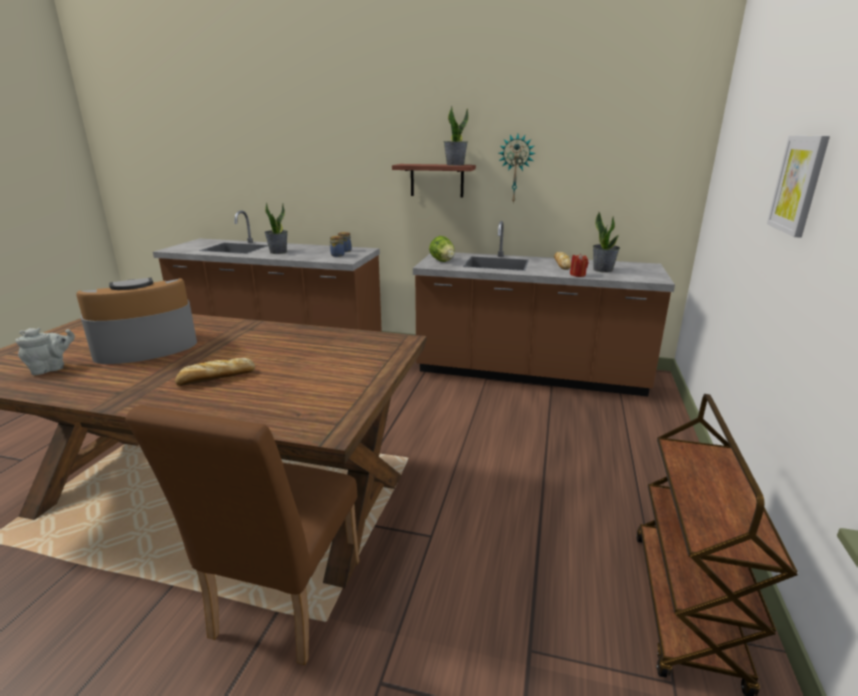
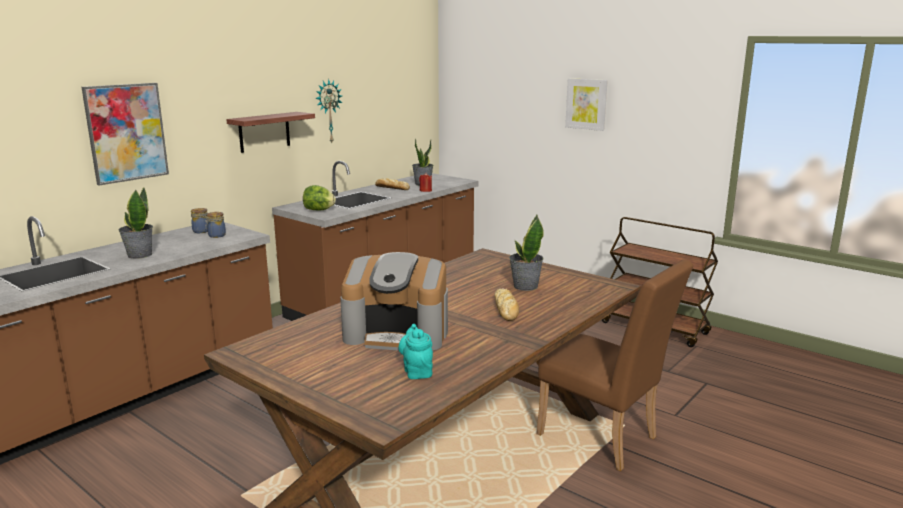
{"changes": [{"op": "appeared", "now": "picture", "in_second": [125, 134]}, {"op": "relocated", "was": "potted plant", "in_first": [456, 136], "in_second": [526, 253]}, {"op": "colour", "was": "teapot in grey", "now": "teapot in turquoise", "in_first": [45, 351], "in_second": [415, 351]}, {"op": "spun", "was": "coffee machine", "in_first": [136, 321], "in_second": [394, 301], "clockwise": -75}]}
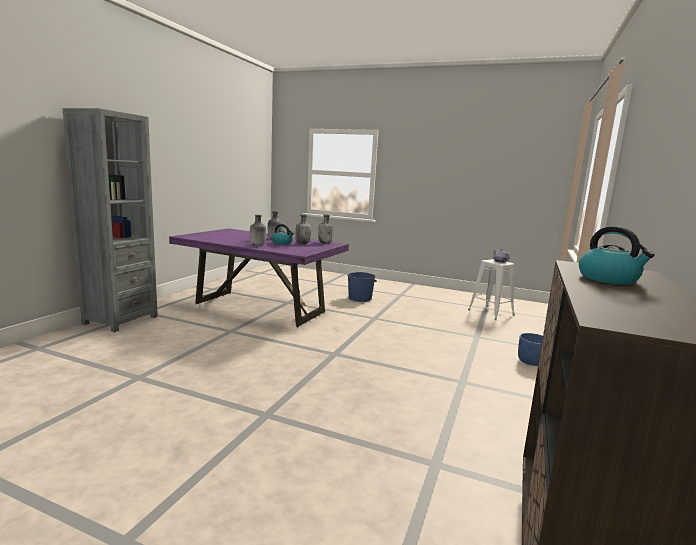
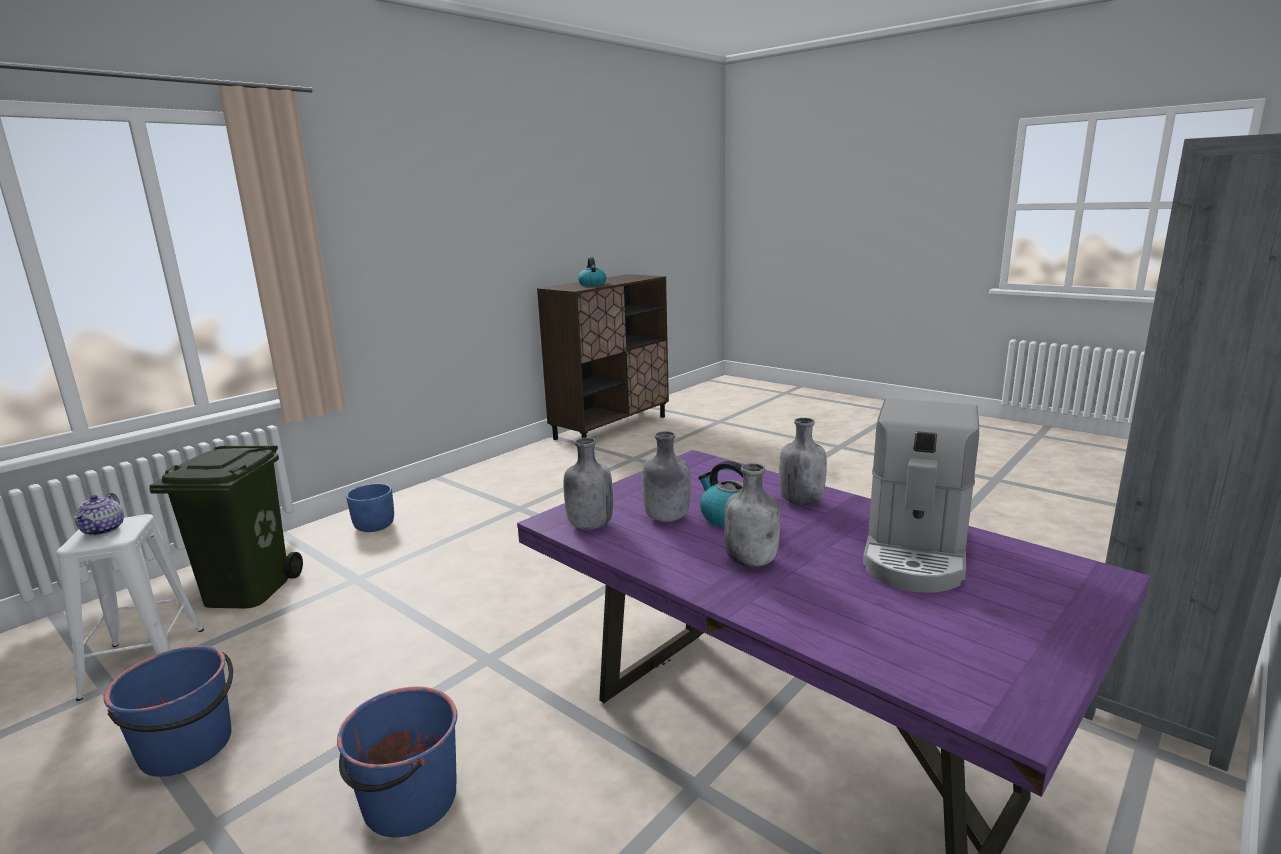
{"changes": [{"op": "appeared", "now": "bucket in blue", "in_second": [168, 711]}, {"op": "appeared", "now": "trash can in green", "in_second": [226, 526]}, {"op": "appeared", "now": "coffee machine", "in_second": [921, 495]}]}
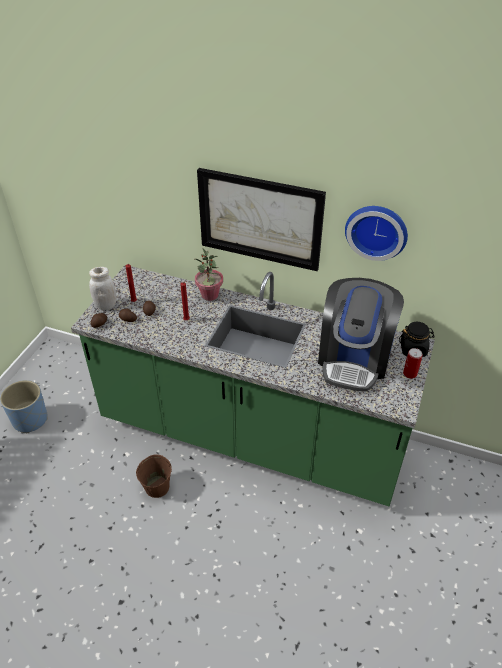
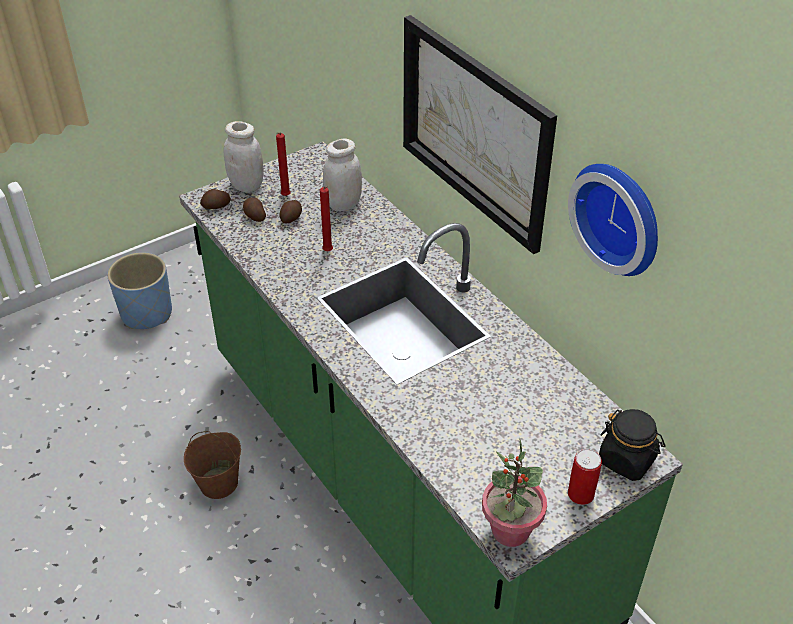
{"changes": [{"op": "missing", "was": "coffee machine", "in_first": [361, 334]}, {"op": "appeared", "now": "jar in white", "in_second": [342, 174]}, {"op": "relocated", "was": "potted plant", "in_first": [209, 274], "in_second": [514, 493]}]}
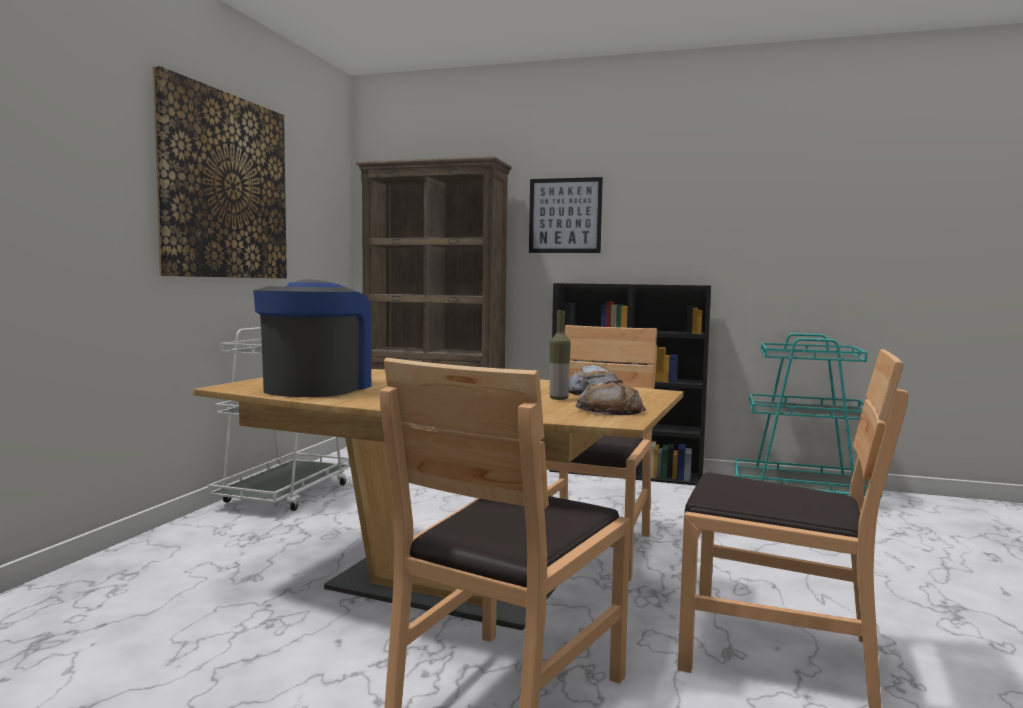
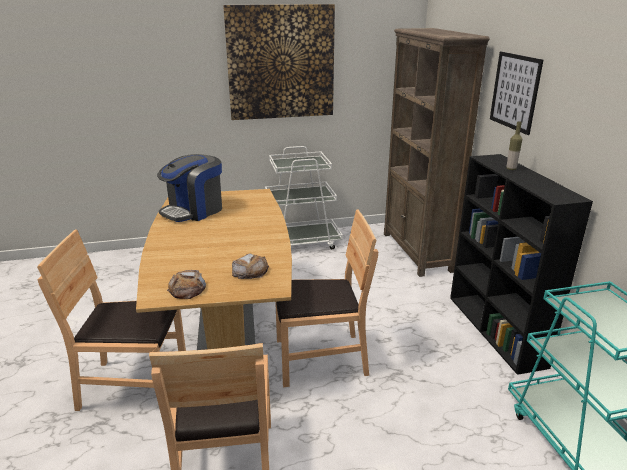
{"changes": [{"op": "relocated", "was": "bottle", "in_first": [560, 355], "in_second": [514, 145]}, {"op": "spun", "was": "coffee machine", "in_first": [312, 338], "in_second": [189, 188], "clockwise": 150}]}
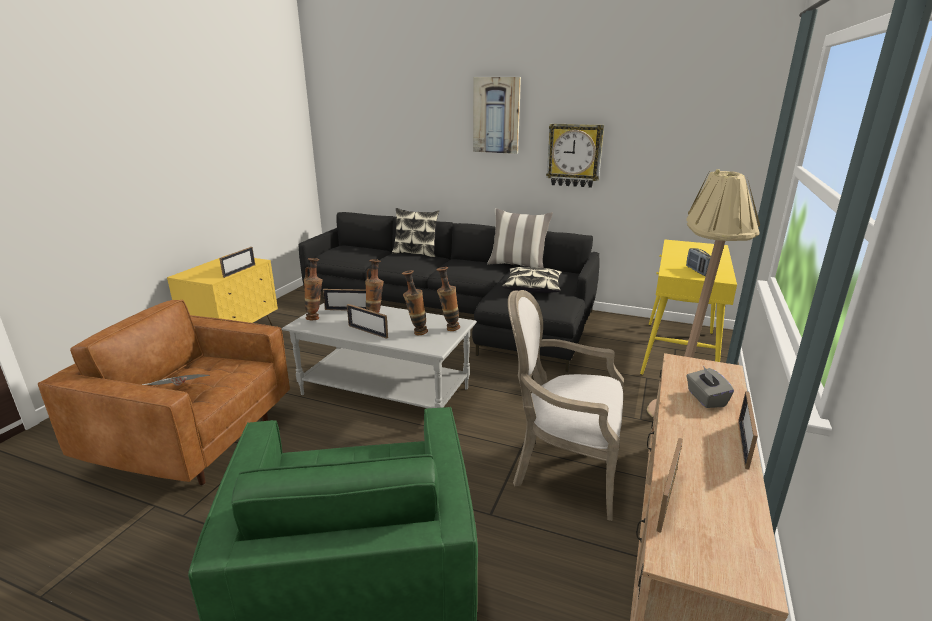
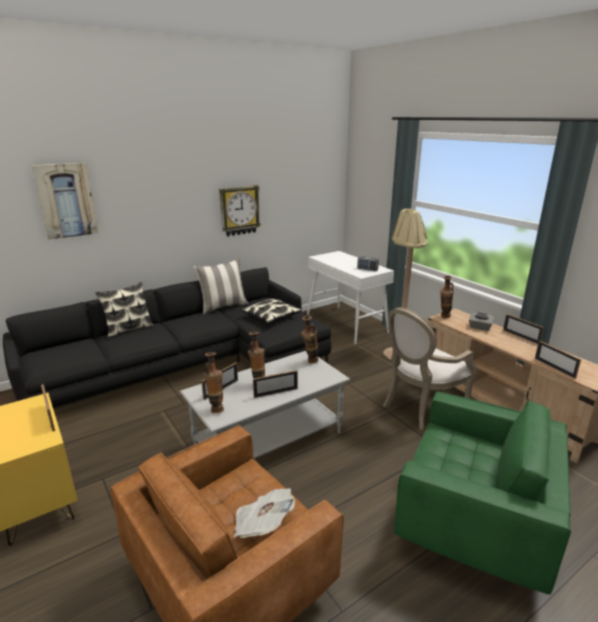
{"changes": [{"op": "relocated", "was": "vase", "in_first": [415, 302], "in_second": [447, 296]}, {"op": "relocated", "was": "picture", "in_first": [497, 115], "in_second": [65, 201]}, {"op": "colour", "was": "console table in yellow", "now": "console table in white", "in_first": [688, 307], "in_second": [350, 297]}]}
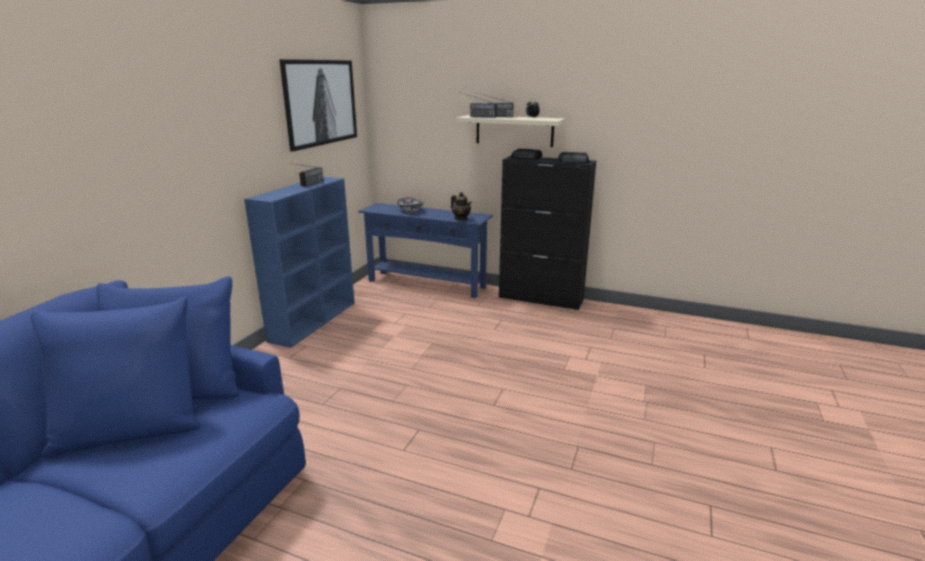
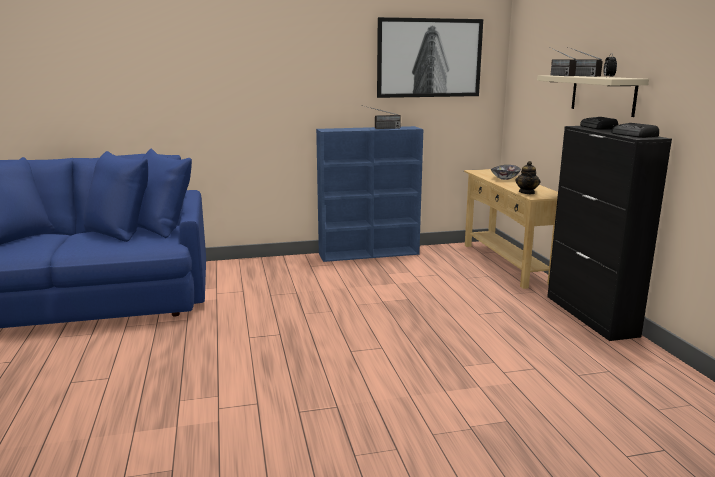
{"changes": [{"op": "colour", "was": "console table in blue", "now": "console table in beige", "in_first": [425, 250], "in_second": [511, 229]}]}
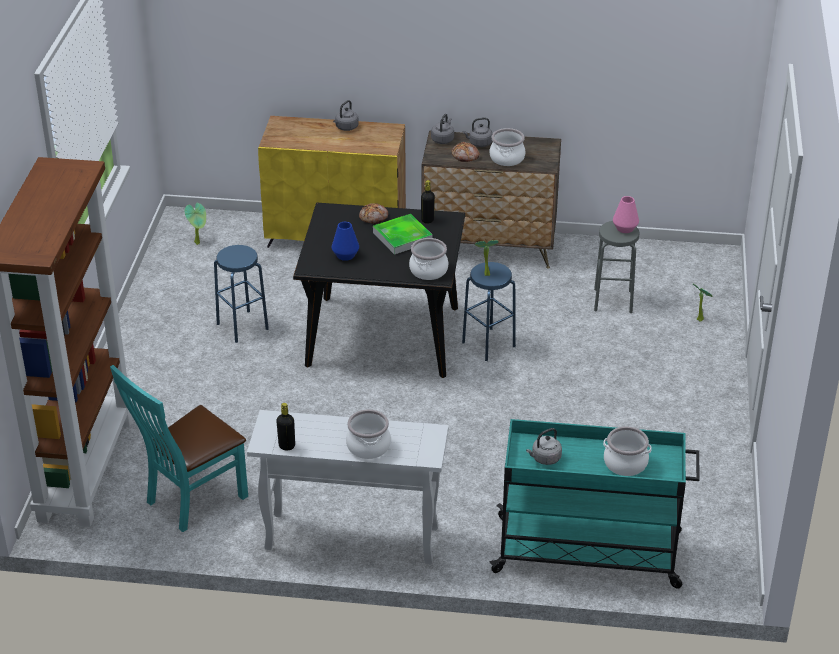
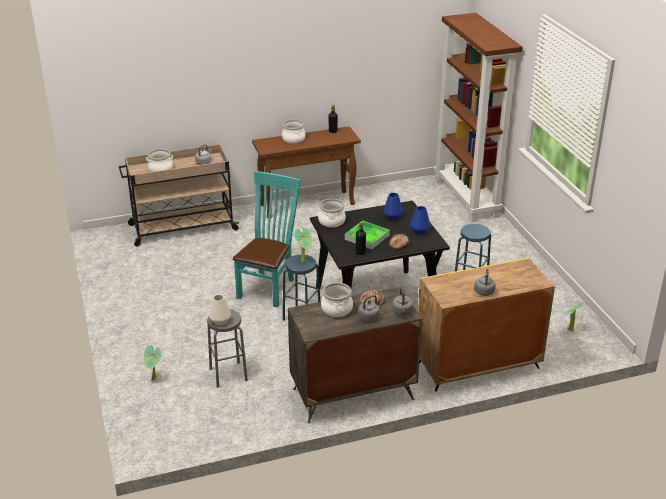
{"changes": [{"op": "appeared", "now": "vase in blue", "in_second": [420, 220]}, {"op": "relocated", "was": "chair in turquoise", "in_first": [179, 448], "in_second": [266, 239]}, {"op": "colour", "was": "console table in white", "now": "console table in brown", "in_first": [348, 487], "in_second": [306, 172]}, {"op": "colour", "was": "cart in turquoise", "now": "cart in beige", "in_first": [594, 504], "in_second": [179, 195]}, {"op": "colour", "was": "vase in pink", "now": "vase in white", "in_first": [626, 214], "in_second": [220, 310]}]}
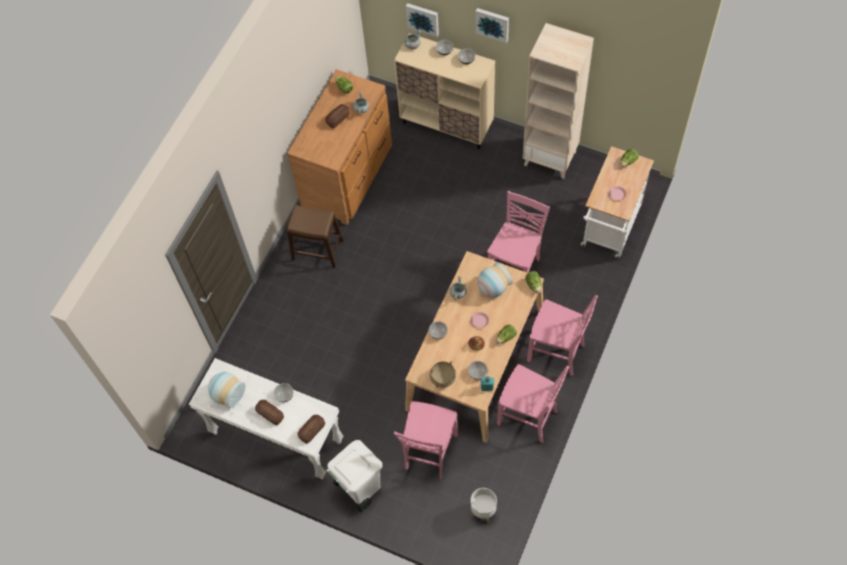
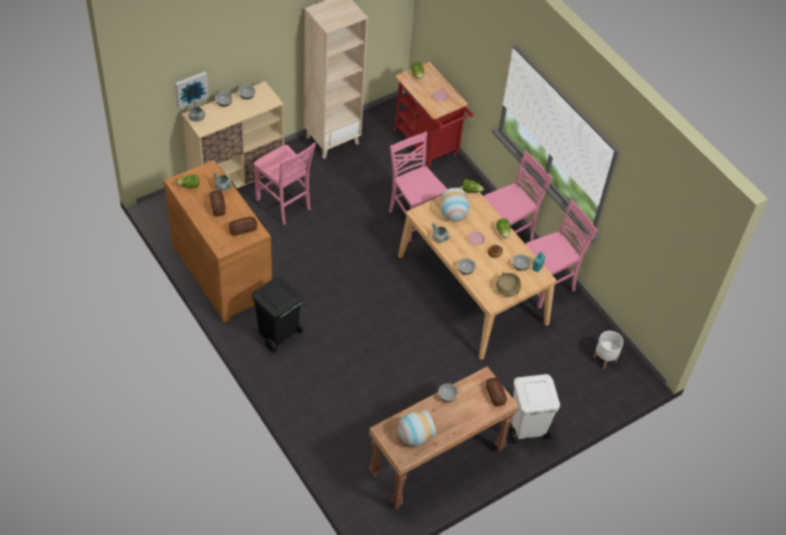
{"changes": [{"op": "missing", "was": "picture", "in_first": [492, 25]}, {"op": "relocated", "was": "bread", "in_first": [269, 412], "in_second": [243, 226]}, {"op": "relocated", "was": "chair in pink", "in_first": [426, 440], "in_second": [285, 183]}, {"op": "exchanged", "was": "stool in brown", "now": "trash can in black", "in_first": [315, 236], "in_second": [278, 315]}, {"op": "colour", "was": "console table in white", "now": "console table in brown", "in_first": [266, 419], "in_second": [444, 438]}, {"op": "colour", "was": "cart in white", "now": "cart in red", "in_first": [617, 202], "in_second": [434, 115]}]}
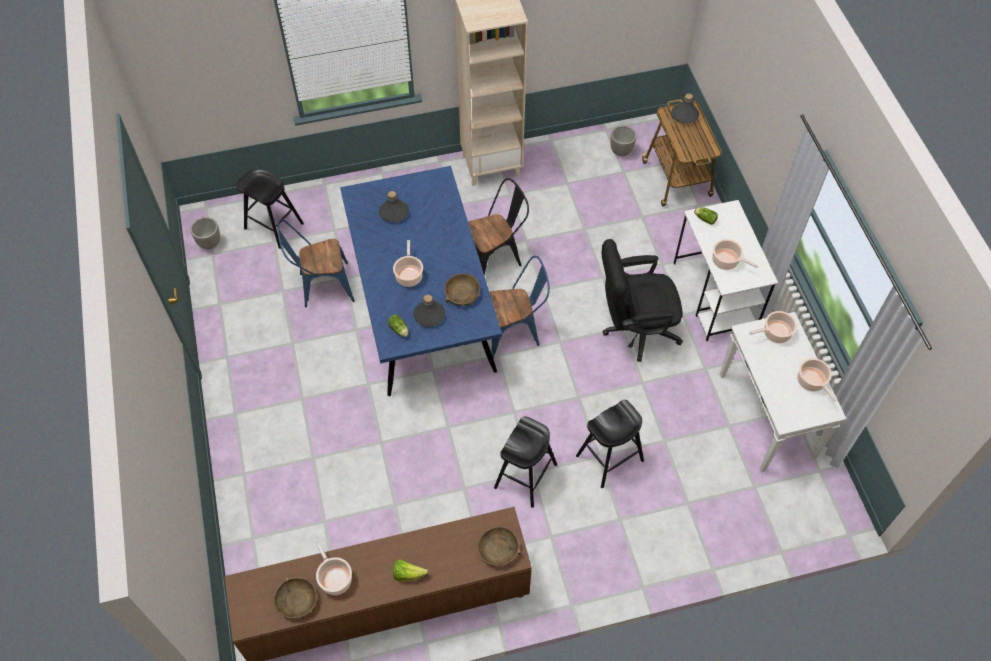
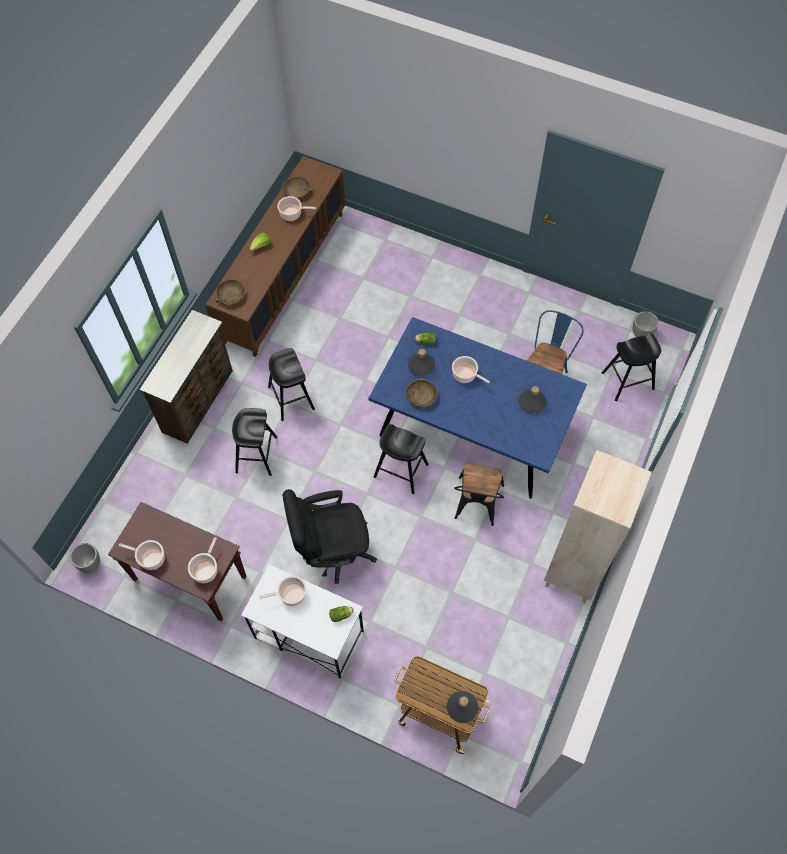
{"changes": [{"op": "appeared", "now": "dresser in brown", "in_second": [186, 377]}, {"op": "relocated", "was": "planter", "in_first": [623, 140], "in_second": [85, 558]}, {"op": "exchanged", "was": "chair in blue", "now": "stool in black", "in_first": [520, 307], "in_second": [401, 459]}, {"op": "colour", "was": "console table in white", "now": "console table in brown", "in_first": [783, 392], "in_second": [177, 562]}, {"op": "spun", "was": "office chair in black", "in_first": [642, 300], "in_second": [329, 536], "clockwise": -135}]}
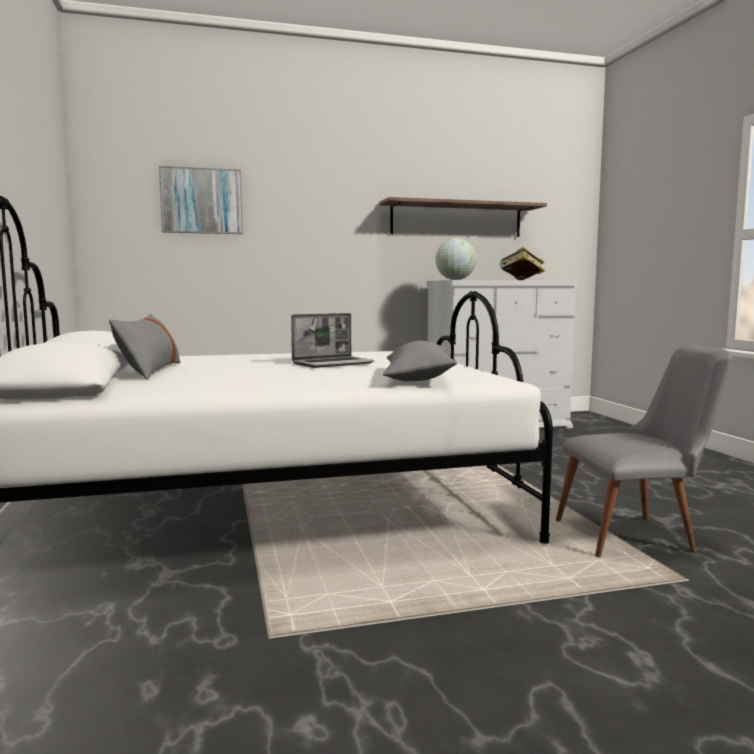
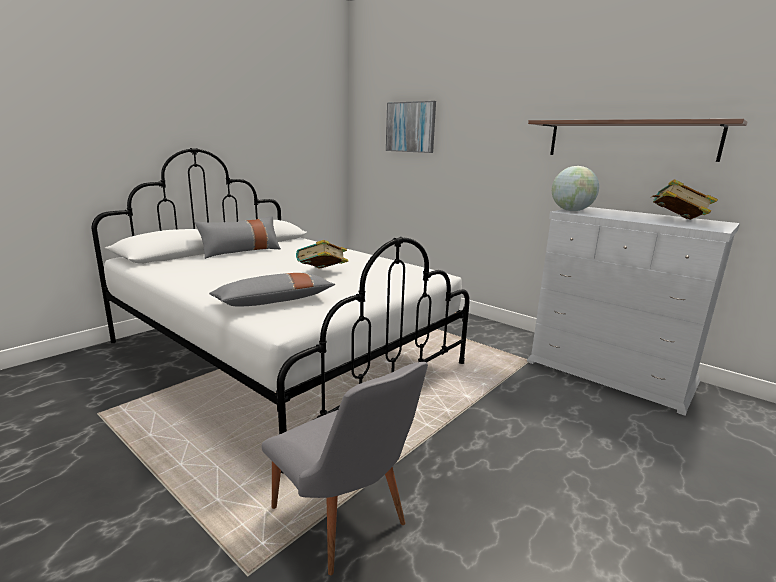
{"changes": [{"op": "exchanged", "was": "laptop", "now": "book", "in_first": [333, 340], "in_second": [322, 254]}]}
